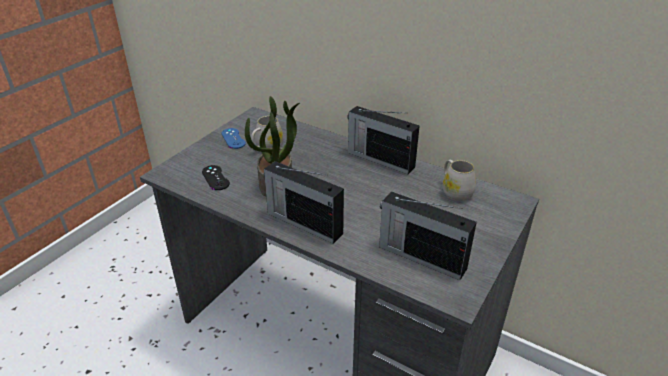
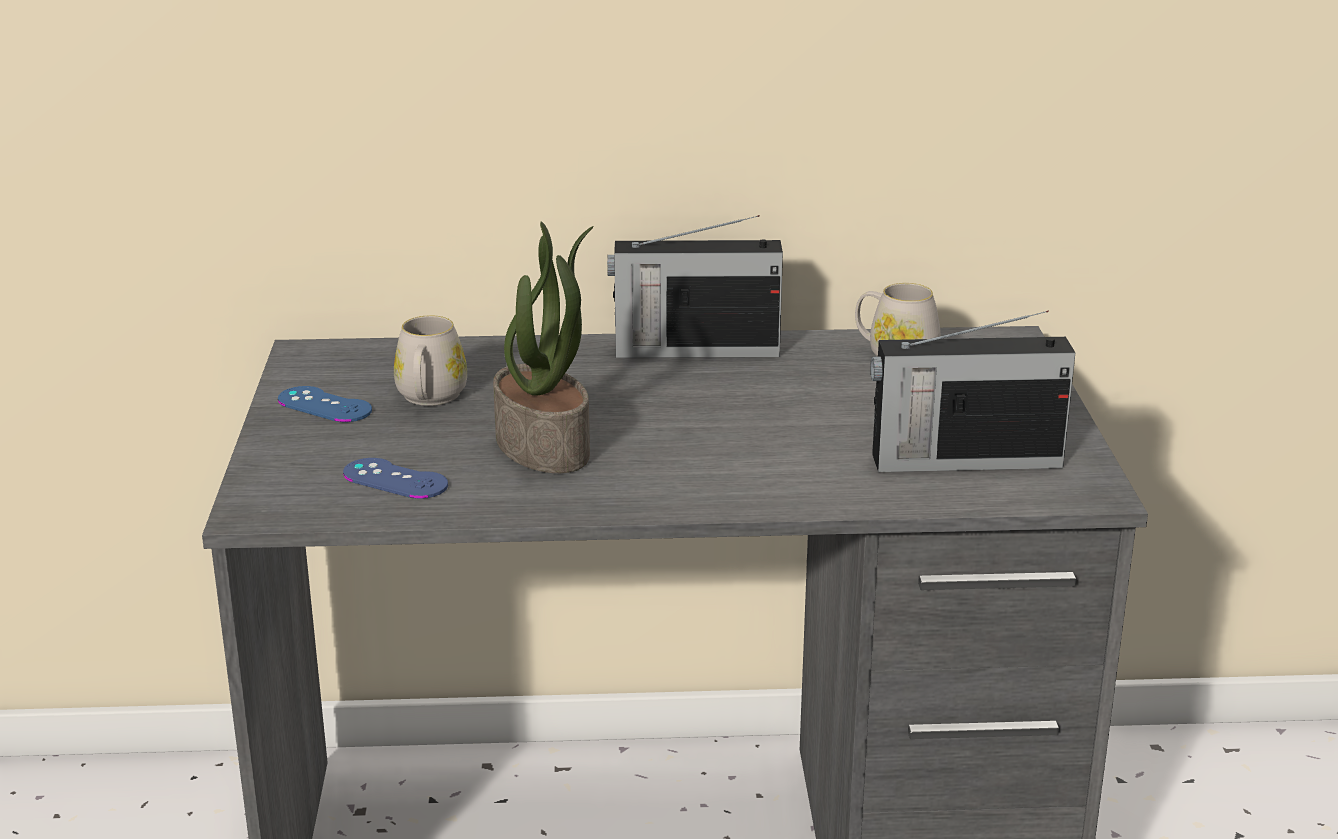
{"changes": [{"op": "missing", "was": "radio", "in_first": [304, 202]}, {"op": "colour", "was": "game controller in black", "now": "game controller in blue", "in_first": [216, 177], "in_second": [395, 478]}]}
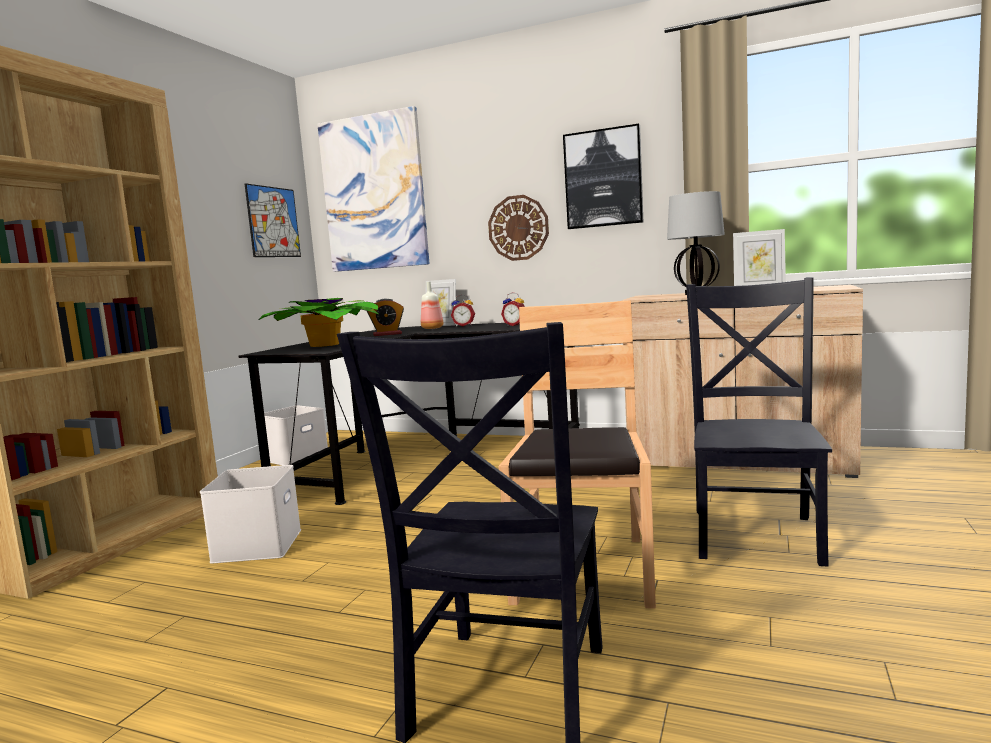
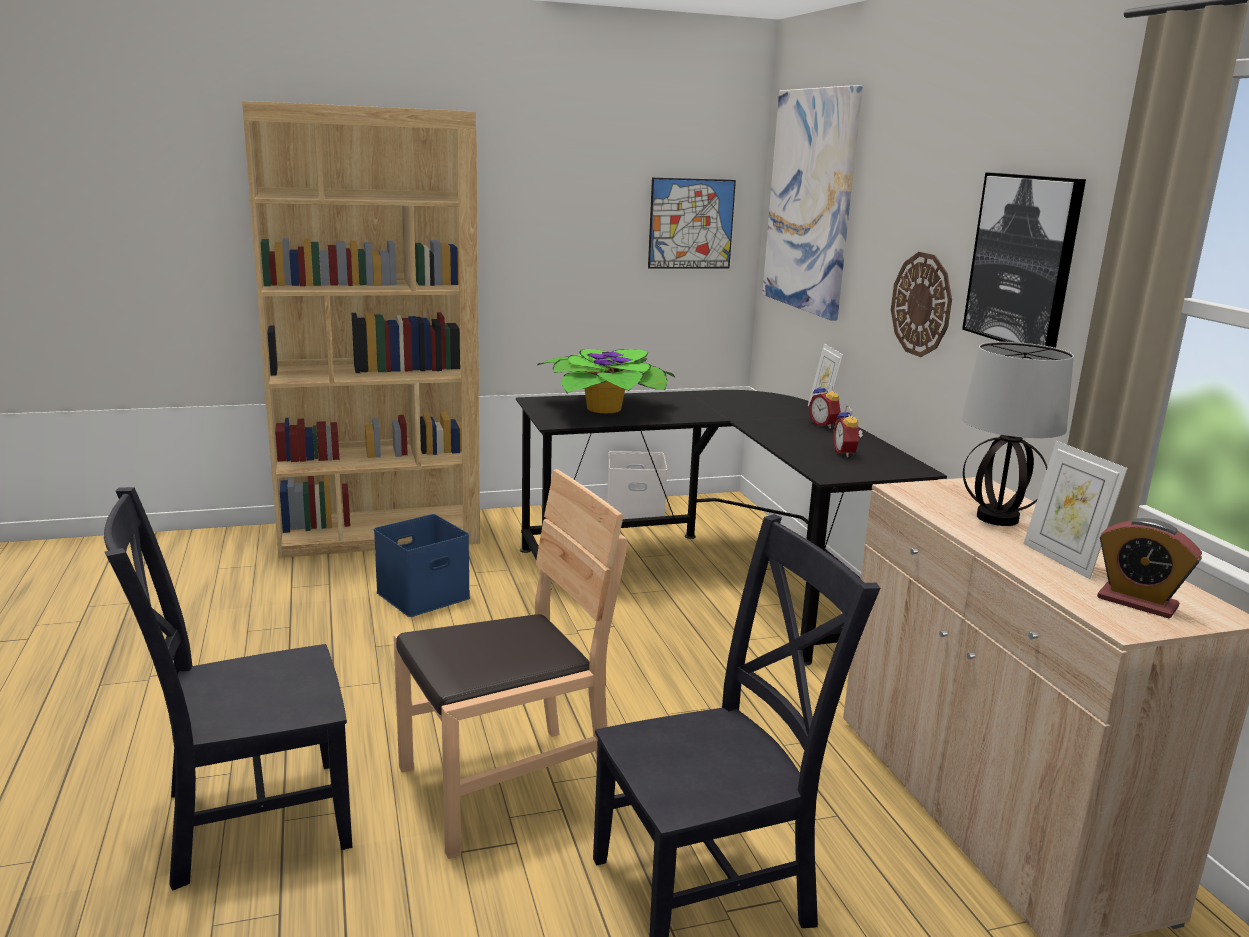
{"changes": [{"op": "missing", "was": "bottle", "in_first": [432, 305]}, {"op": "relocated", "was": "alarm clock", "in_first": [385, 317], "in_second": [1149, 568]}, {"op": "colour", "was": "storage box in white", "now": "storage box in blue", "in_first": [250, 514], "in_second": [422, 565]}]}
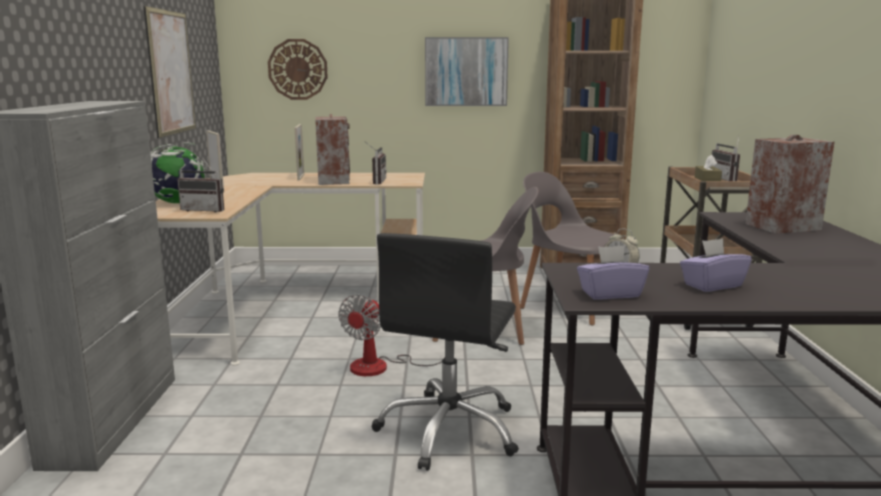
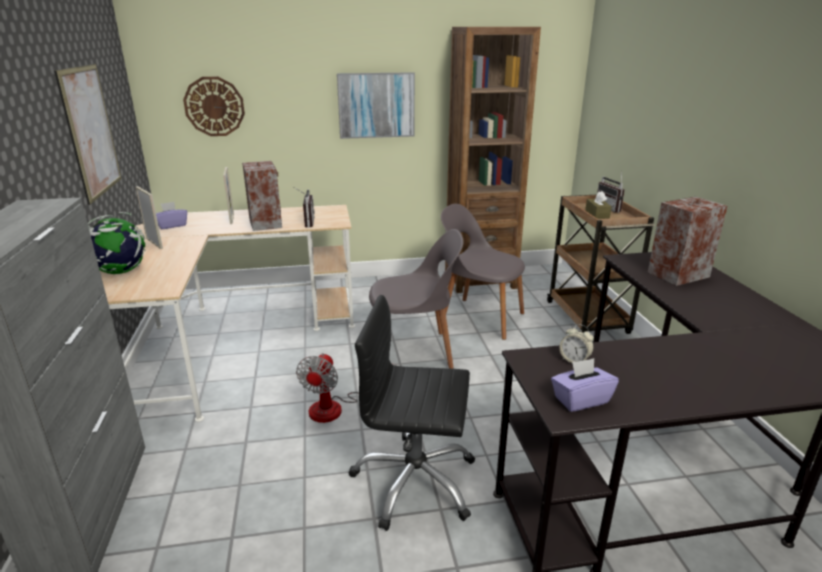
{"changes": [{"op": "missing", "was": "radio", "in_first": [200, 185]}, {"op": "relocated", "was": "tissue box in purple", "in_first": [716, 265], "in_second": [171, 215]}, {"op": "spun", "was": "office chair in black", "in_first": [445, 352], "in_second": [412, 413], "clockwise": 90}]}
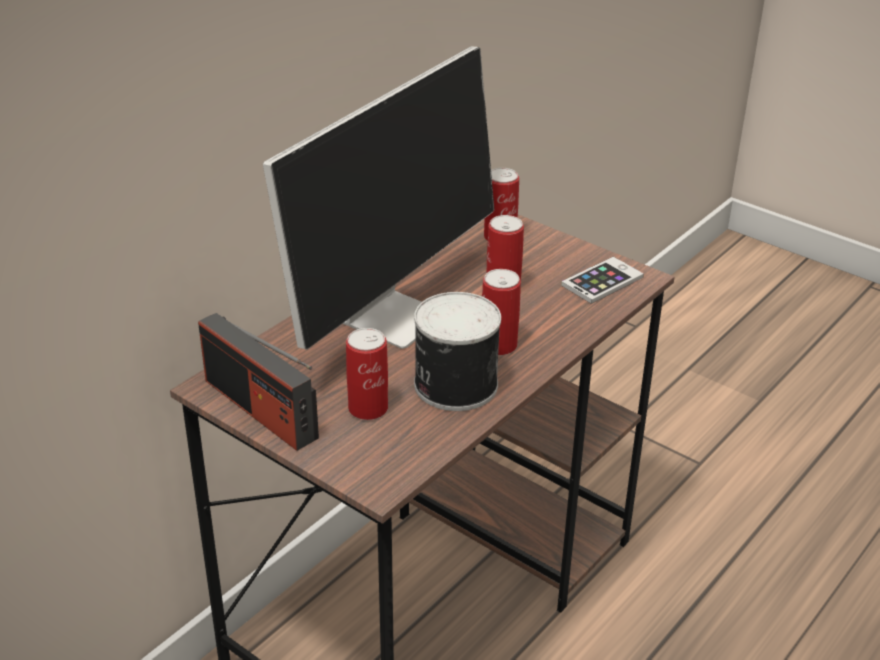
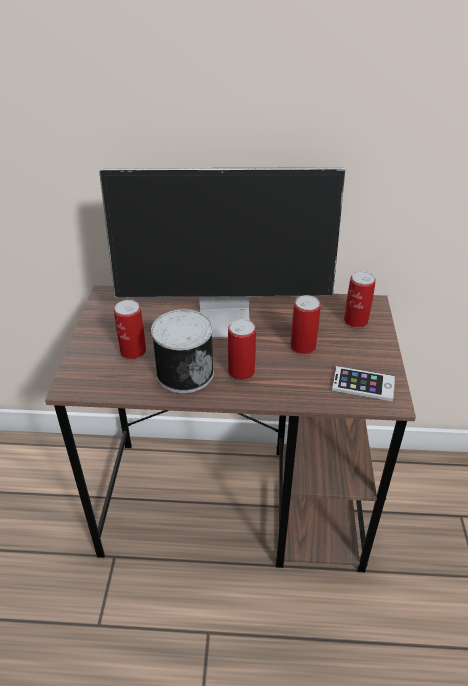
{"changes": [{"op": "missing", "was": "radio", "in_first": [258, 382]}]}
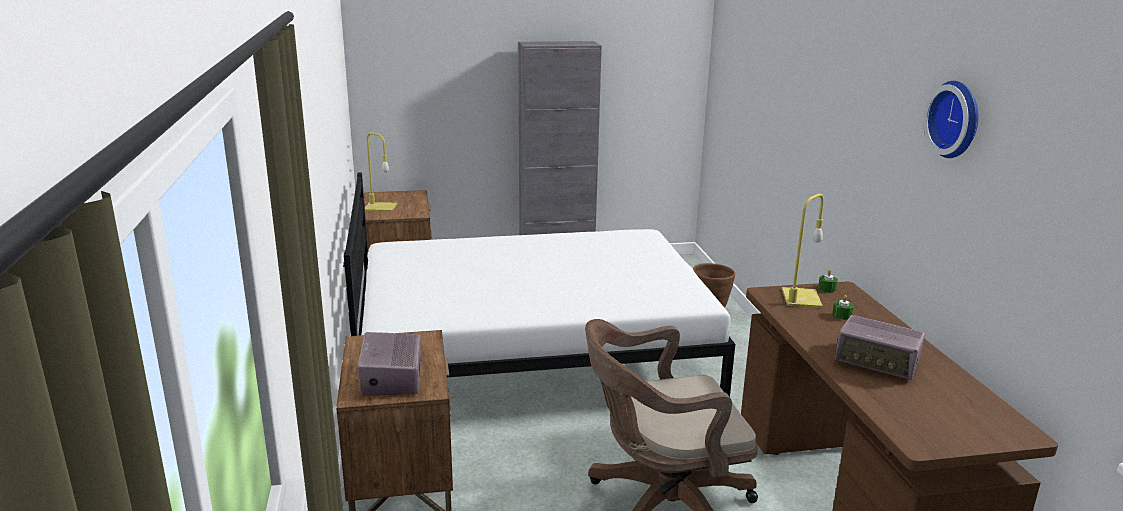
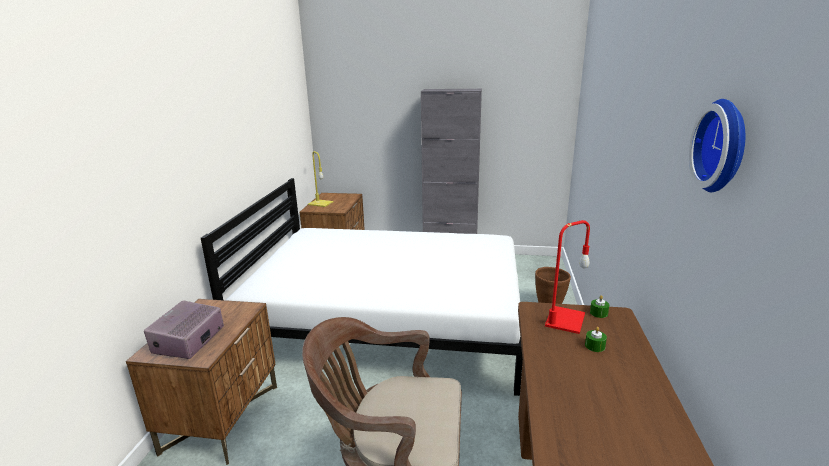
{"changes": [{"op": "missing", "was": "radio", "in_first": [880, 347]}, {"op": "colour", "was": "table lamp in yellow", "now": "table lamp in red", "in_first": [803, 251], "in_second": [567, 277]}]}
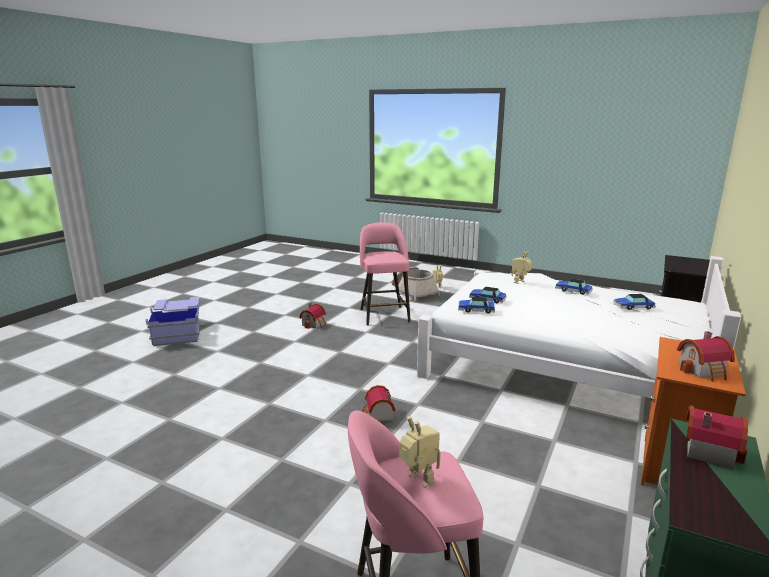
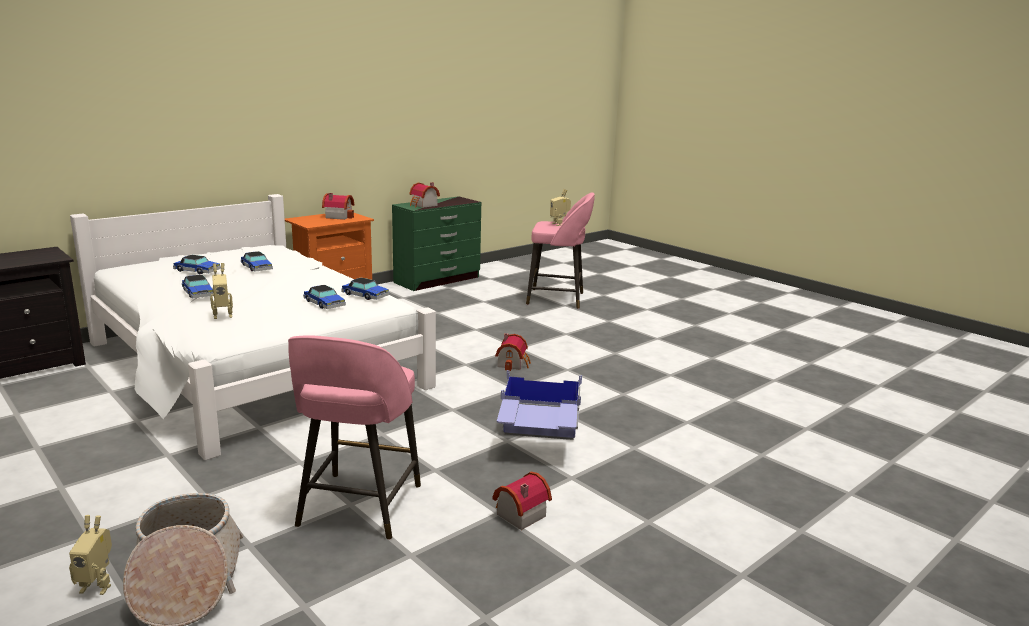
{"changes": [{"op": "appeared", "now": "toy car", "in_second": [257, 261]}, {"op": "relocated", "was": "storage box in blue", "in_first": [172, 321], "in_second": [539, 405]}]}
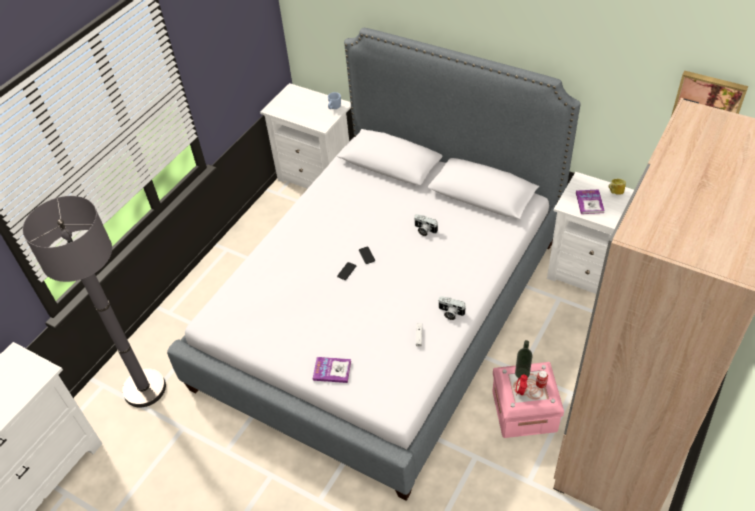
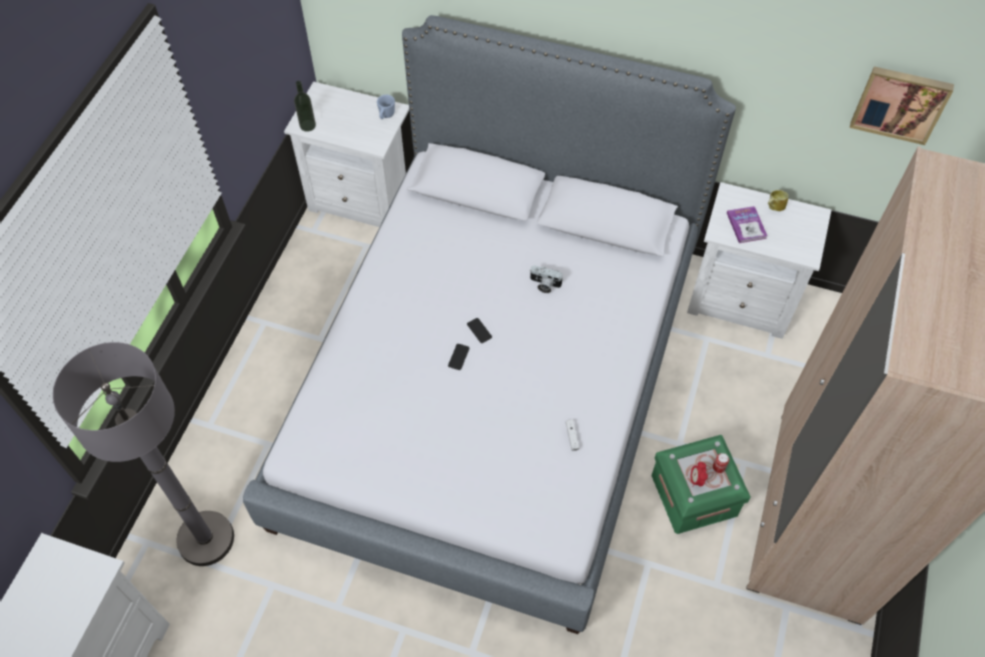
{"changes": [{"op": "missing", "was": "book", "in_first": [332, 370]}, {"op": "missing", "was": "photo camera", "in_first": [452, 308]}, {"op": "relocated", "was": "bottle", "in_first": [523, 359], "in_second": [305, 106]}, {"op": "colour", "was": "storage box in pink", "now": "storage box in green", "in_first": [528, 400], "in_second": [700, 484]}]}
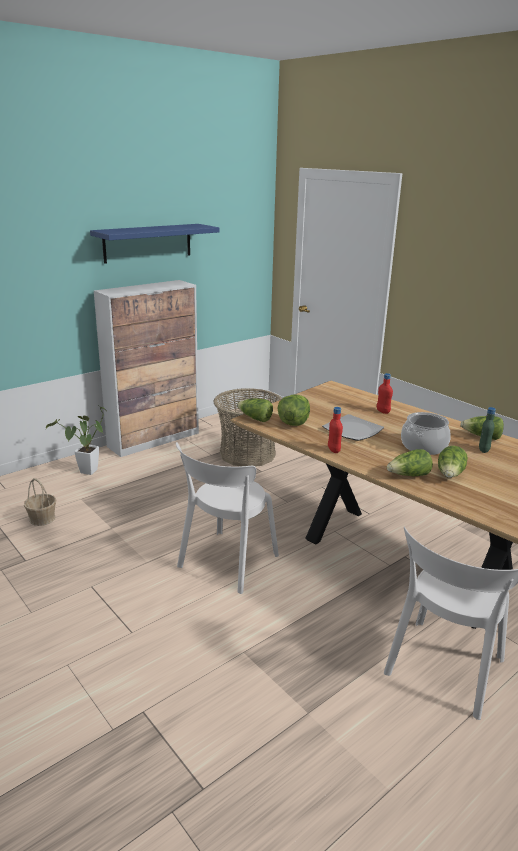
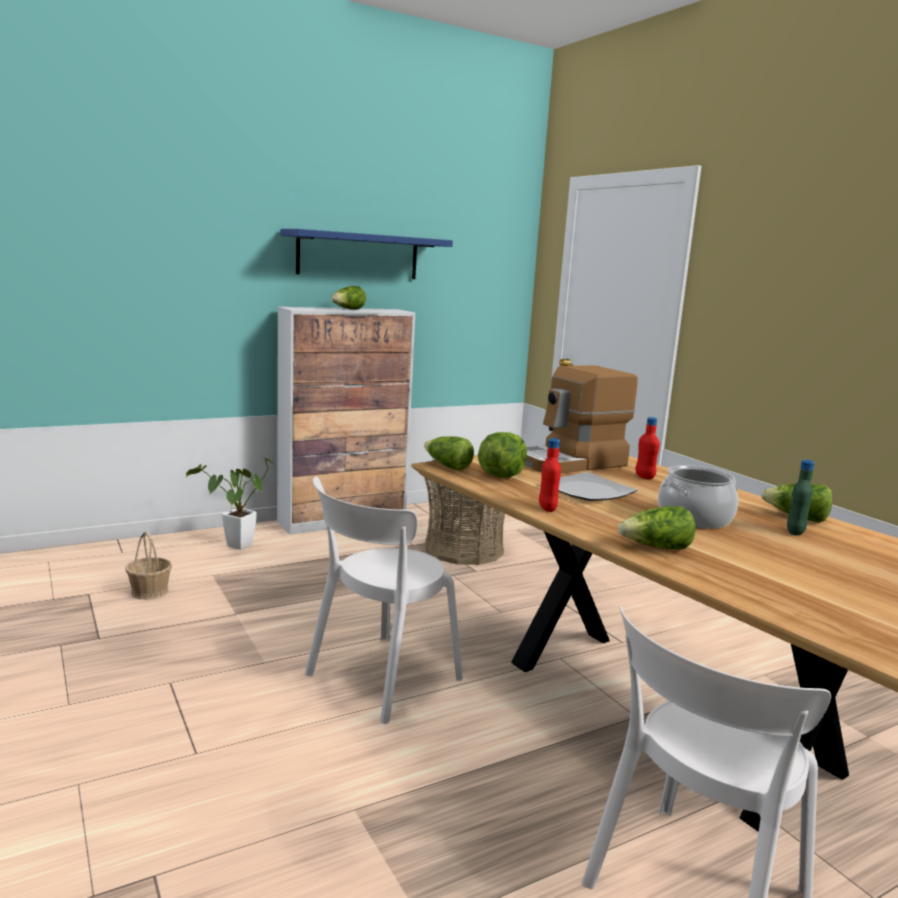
{"changes": [{"op": "appeared", "now": "coffee machine", "in_second": [581, 419]}, {"op": "relocated", "was": "lettuce", "in_first": [453, 462], "in_second": [348, 298]}]}
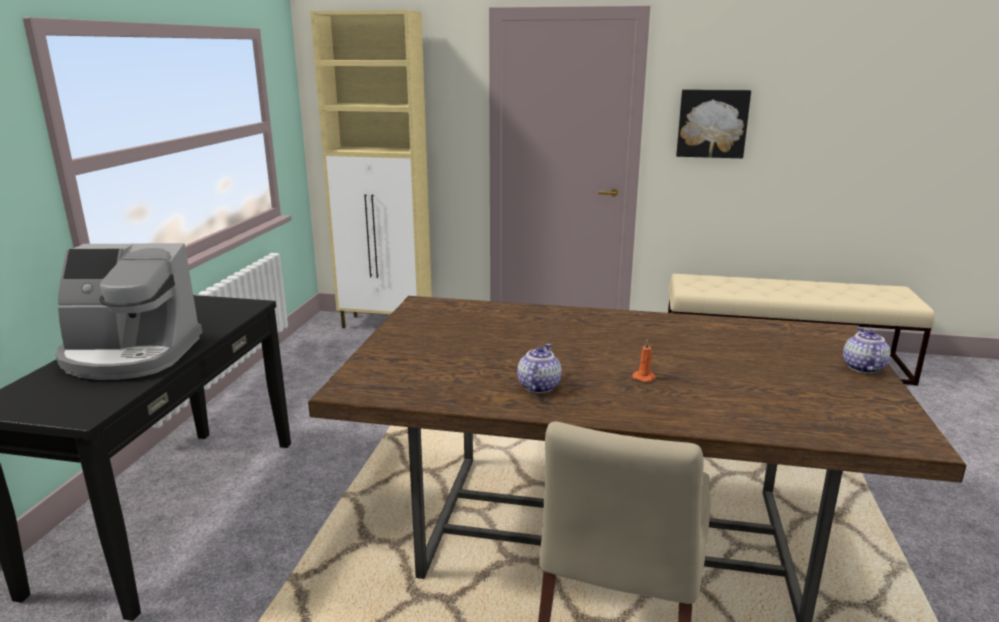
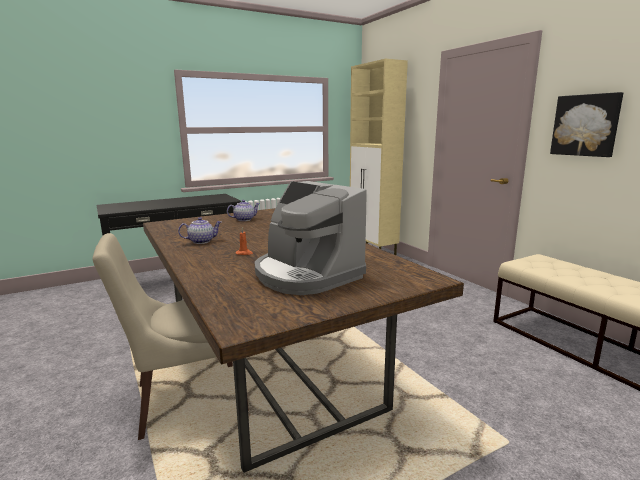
{"changes": [{"op": "relocated", "was": "coffee machine", "in_first": [128, 311], "in_second": [311, 238]}, {"op": "relocated", "was": "teapot", "in_first": [866, 350], "in_second": [243, 210]}]}
